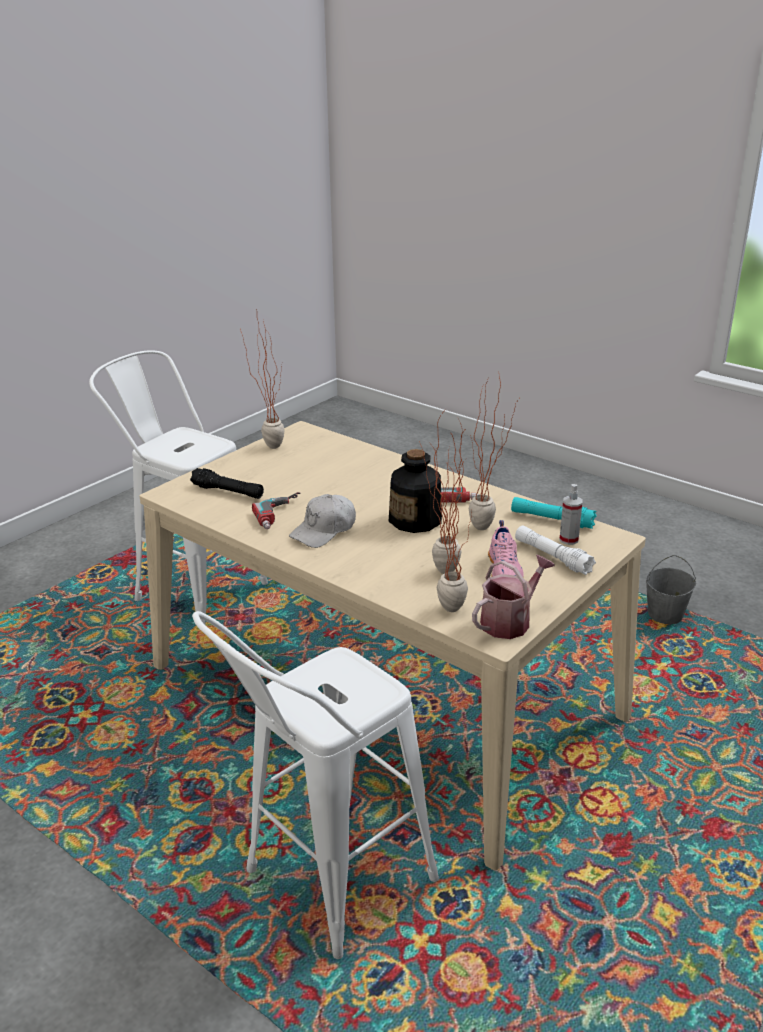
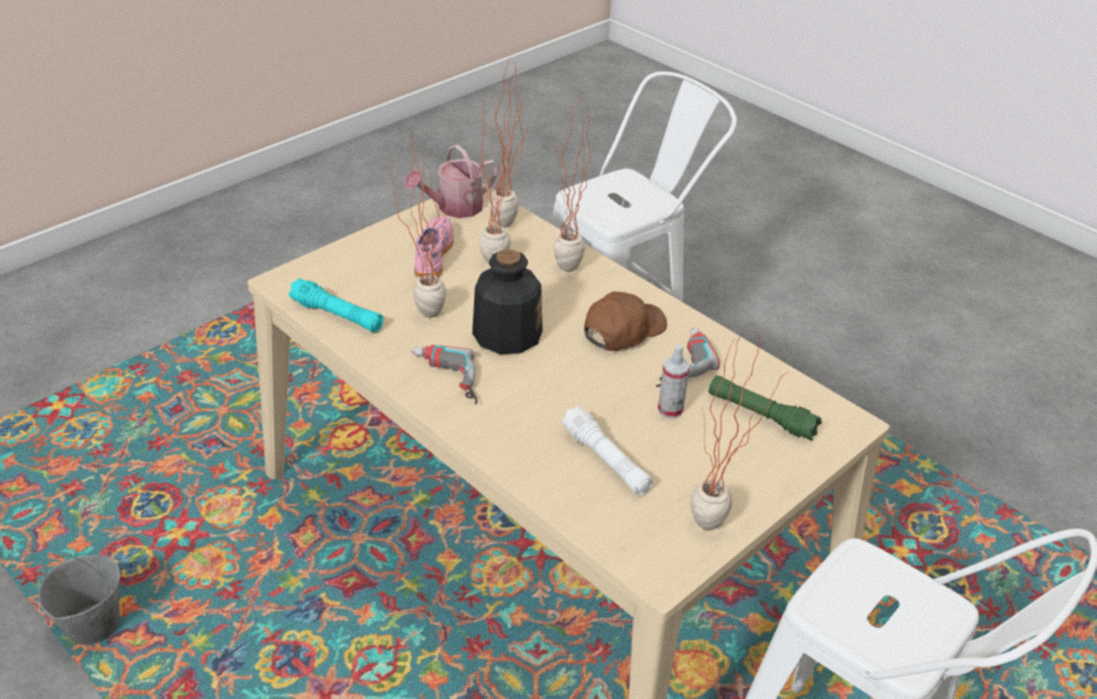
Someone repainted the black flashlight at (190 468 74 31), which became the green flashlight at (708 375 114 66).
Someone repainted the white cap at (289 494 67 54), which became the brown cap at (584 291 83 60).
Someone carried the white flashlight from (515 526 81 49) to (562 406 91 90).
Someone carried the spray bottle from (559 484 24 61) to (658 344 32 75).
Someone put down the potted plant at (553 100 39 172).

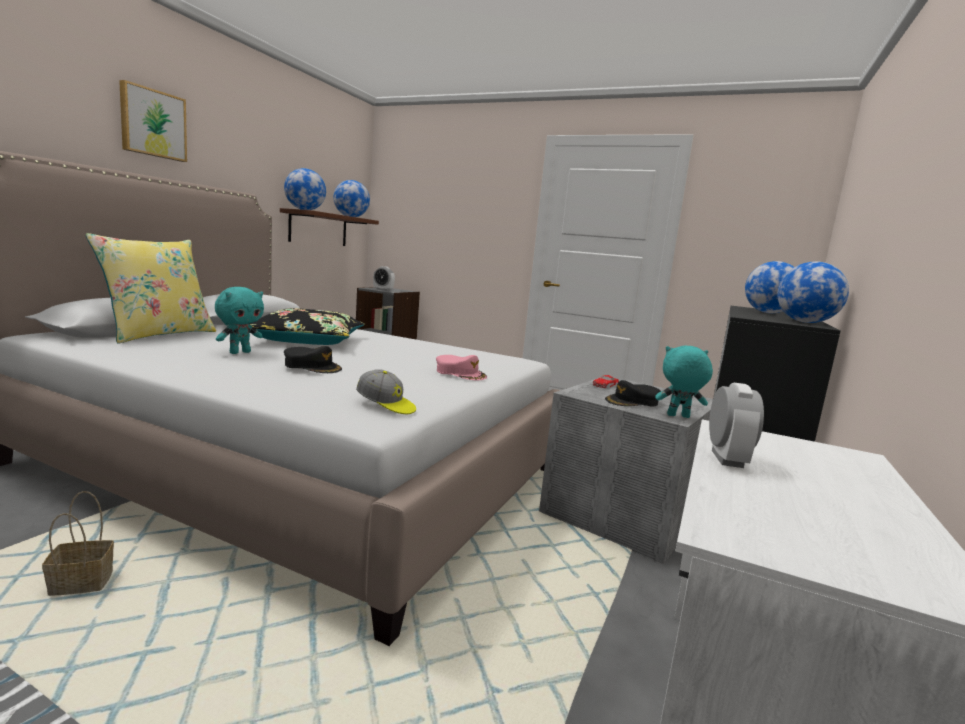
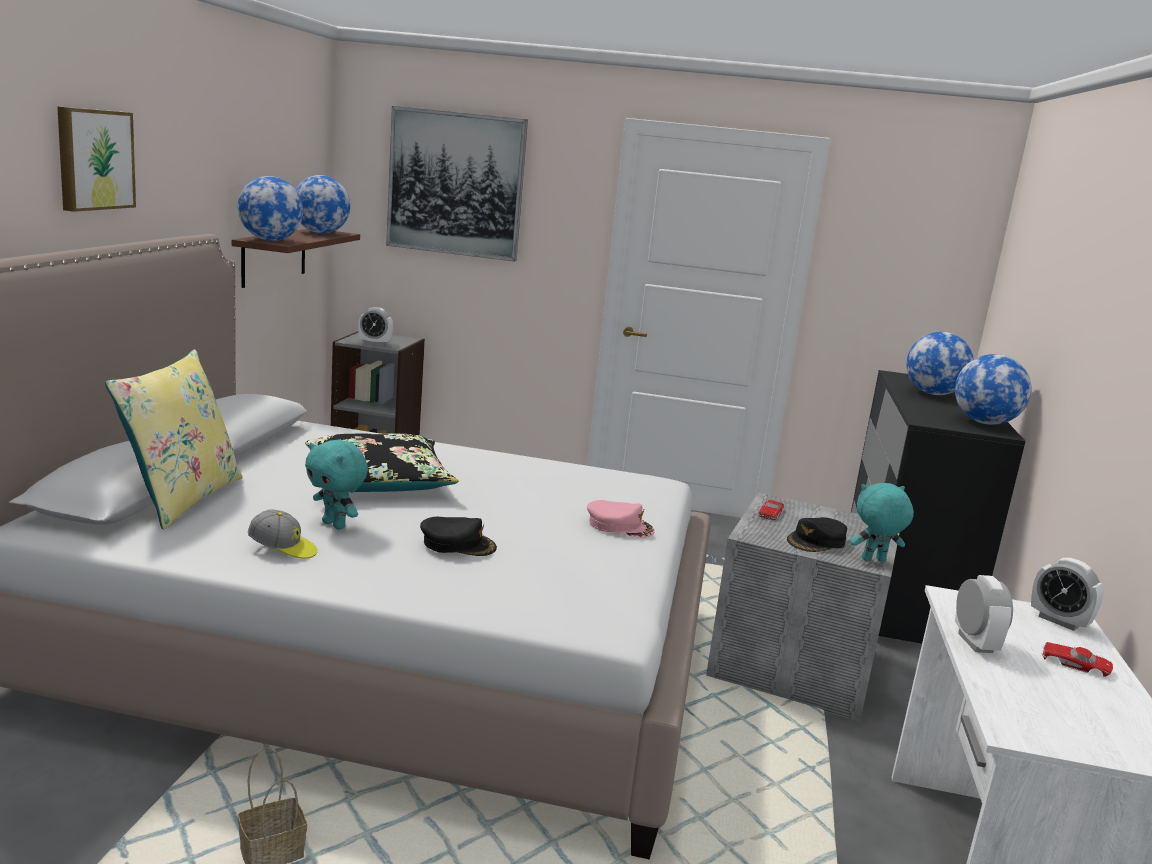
Someone rotated the turquoise plush toy at (215 287 49 67) by 105 degrees clockwise.
Someone carried the cap from (356 369 60 45) to (248 509 70 50).
Someone put up the picture at (386 106 142 156).
Someone put down the alarm clock at (1031 558 73 73).
Someone put down the red toy car at (1042 642 71 35).

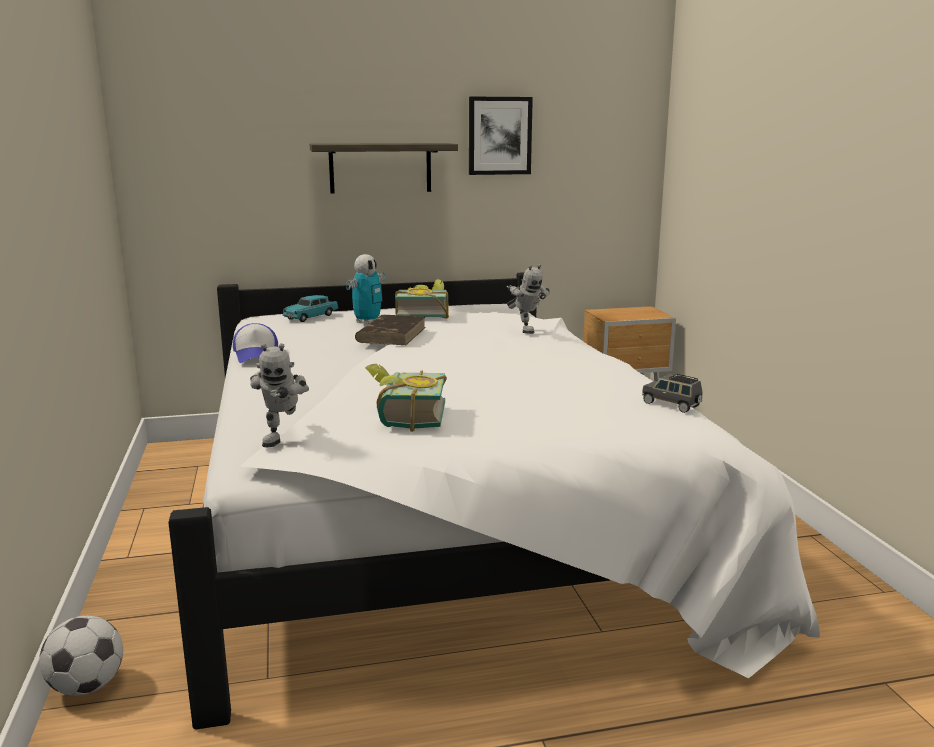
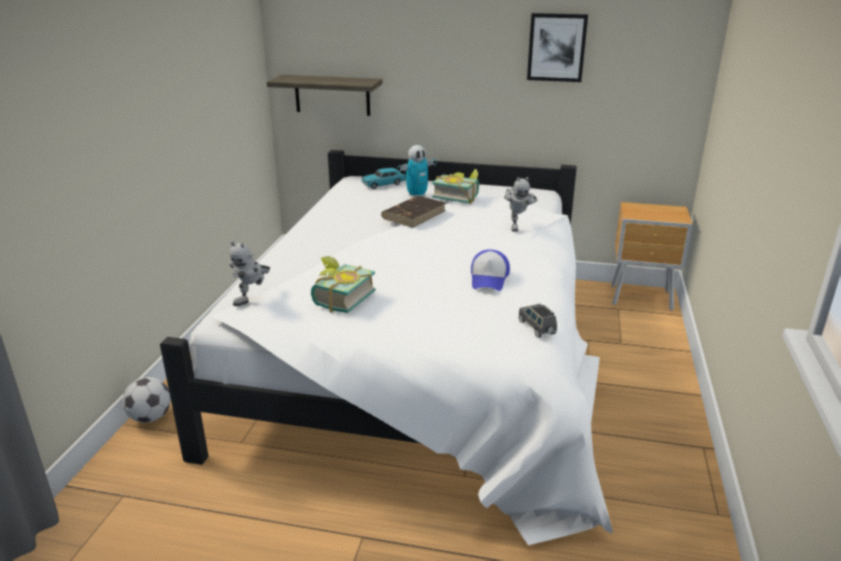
Someone carried the cap from (233 323 45 40) to (471 250 39 41).
Someone carried the shelf from (310 143 148 51) to (267 75 116 41).

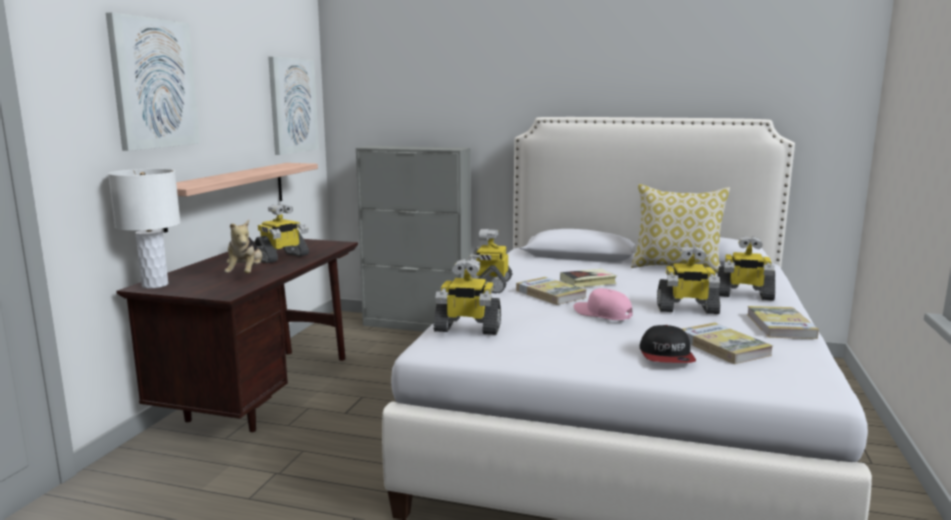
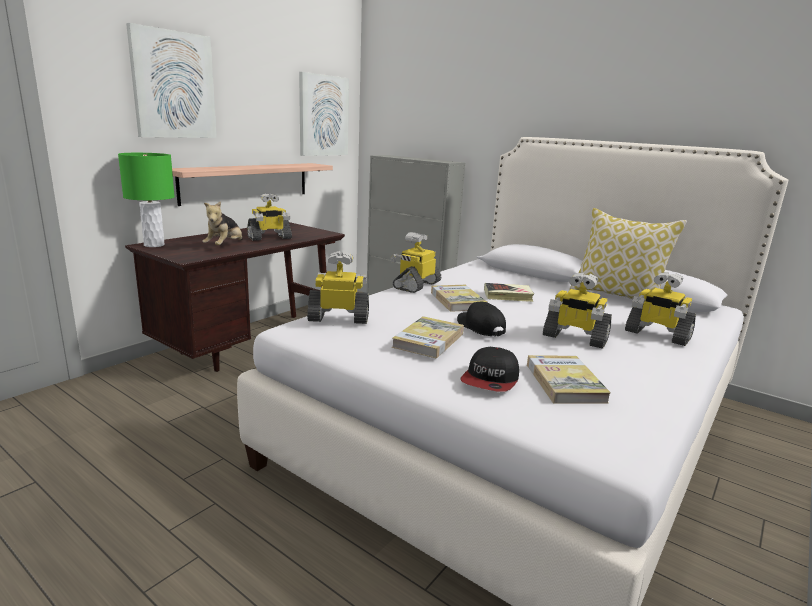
Someone repainted the white table lamp at (108 169 73 119), which became the green table lamp at (118 153 57 94).
Someone rotated the toy robot at (433 259 68 76) by 150 degrees clockwise.
Someone repainted the pink cap at (573 288 59 32), which became the black cap at (457 302 49 34).
Someone carried the book from (747 306 72 33) to (392 316 72 42).

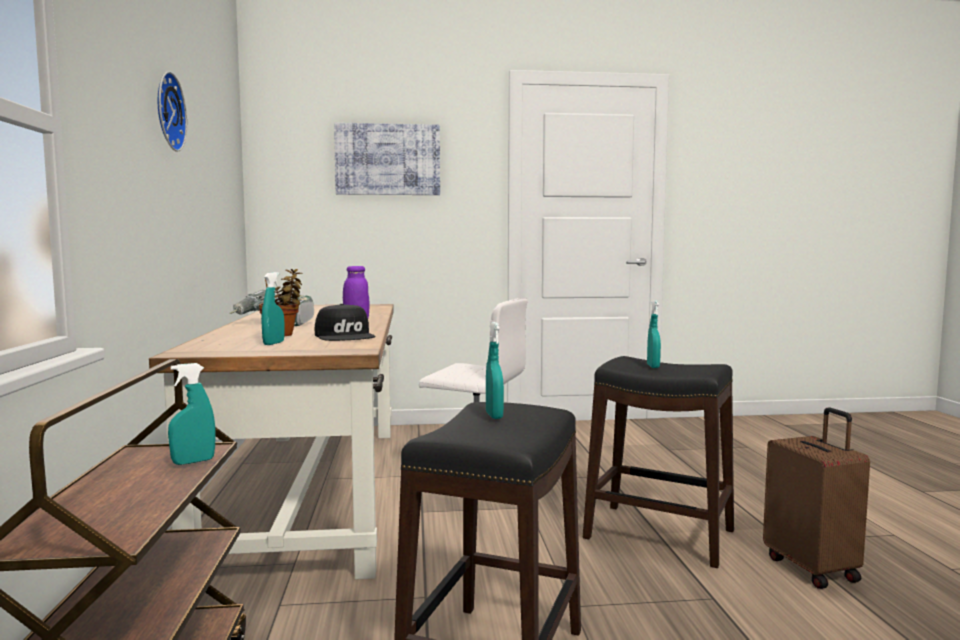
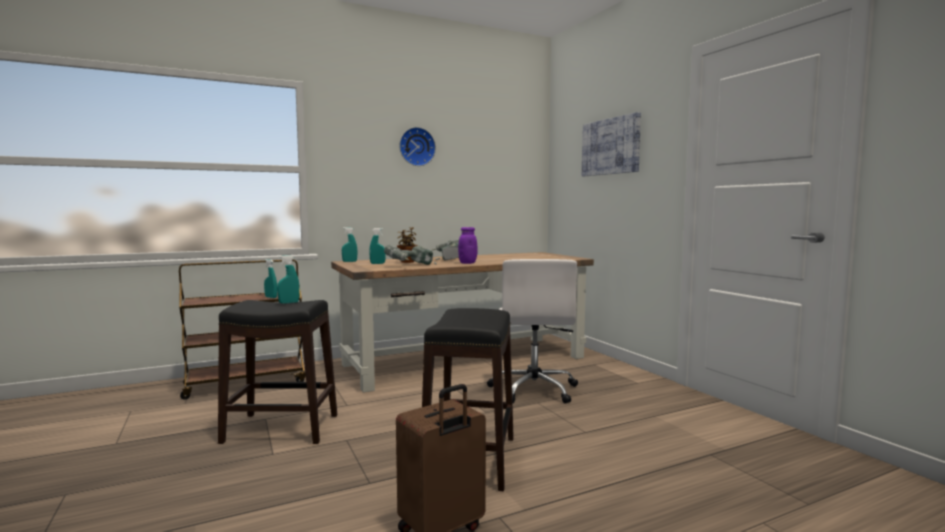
Someone swapped the black cap at (315 304 61 37) for the power drill at (384 245 53 20).
Someone carried the turquoise spray bottle from (647 300 14 68) to (342 227 15 35).

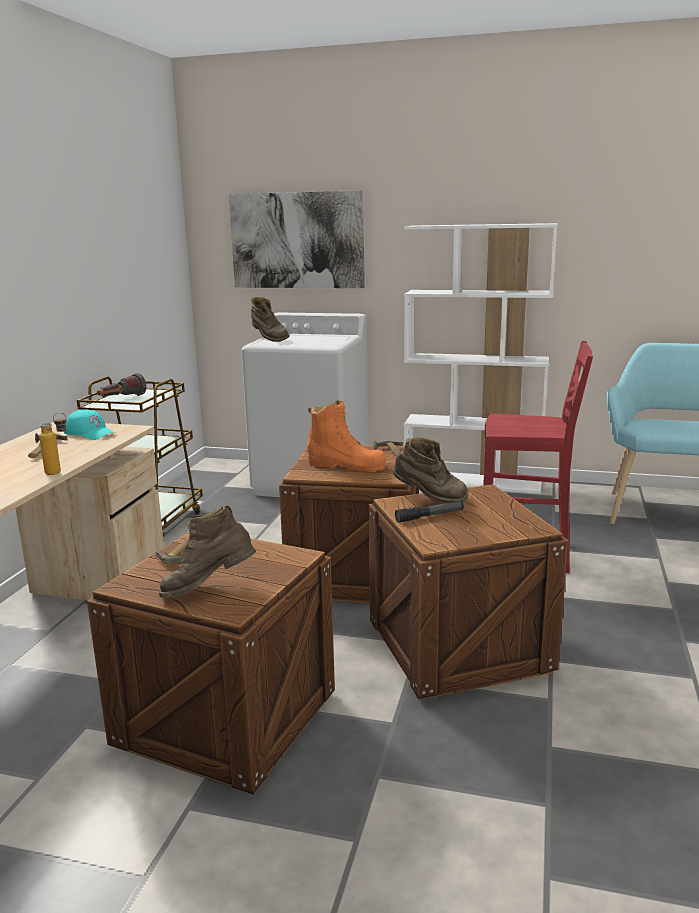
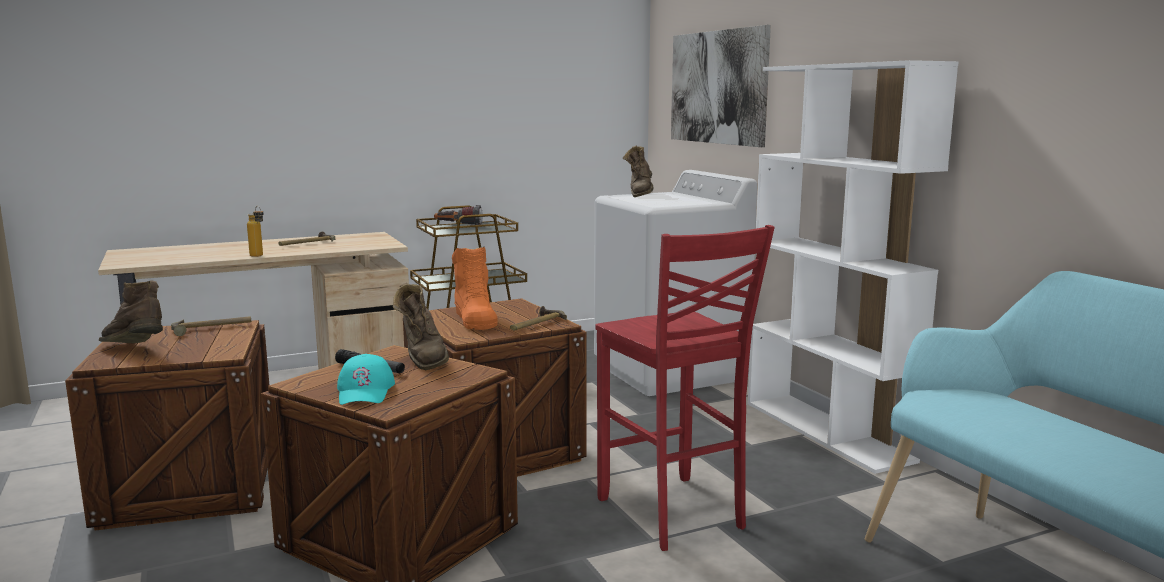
Someone carried the turquoise cap from (63 409 52 31) to (337 354 58 51).

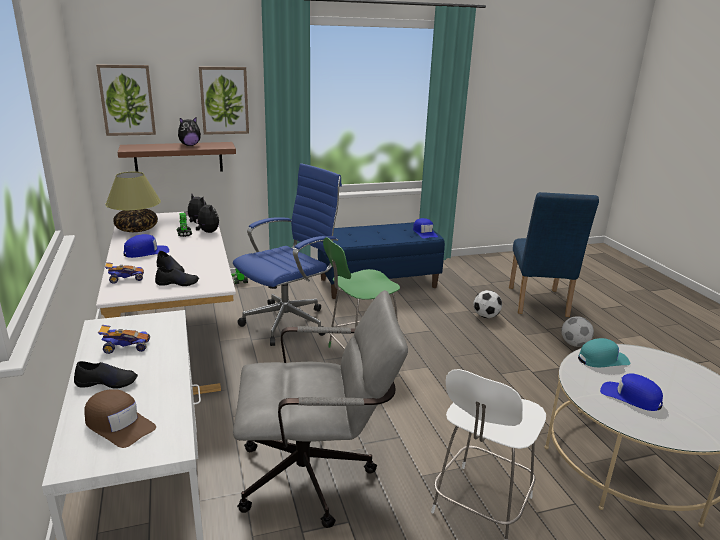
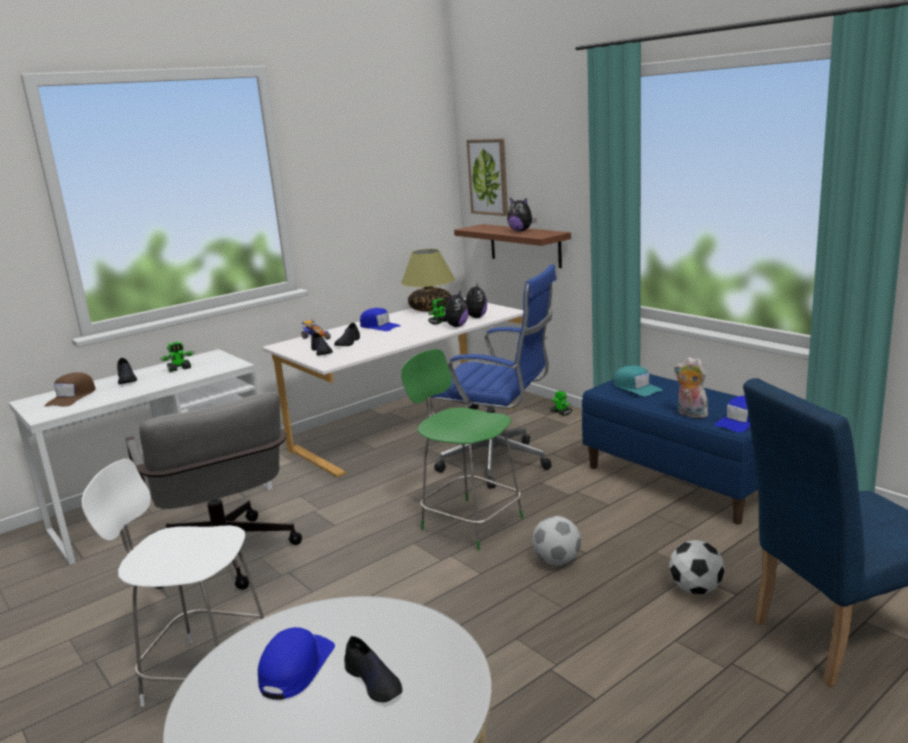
Someone swapped the toy car at (98 325 52 29) for the toy robot at (160 341 35 31).
Someone took away the picture at (199 67 50 68).
Someone carried the football from (561 316 33 31) to (532 516 49 49).
Someone carried the turquoise cap from (578 338 53 29) to (614 366 48 30).
Someone put down the black shoe at (344 636 58 66).
Someone put down the plush toy at (674 357 34 62).

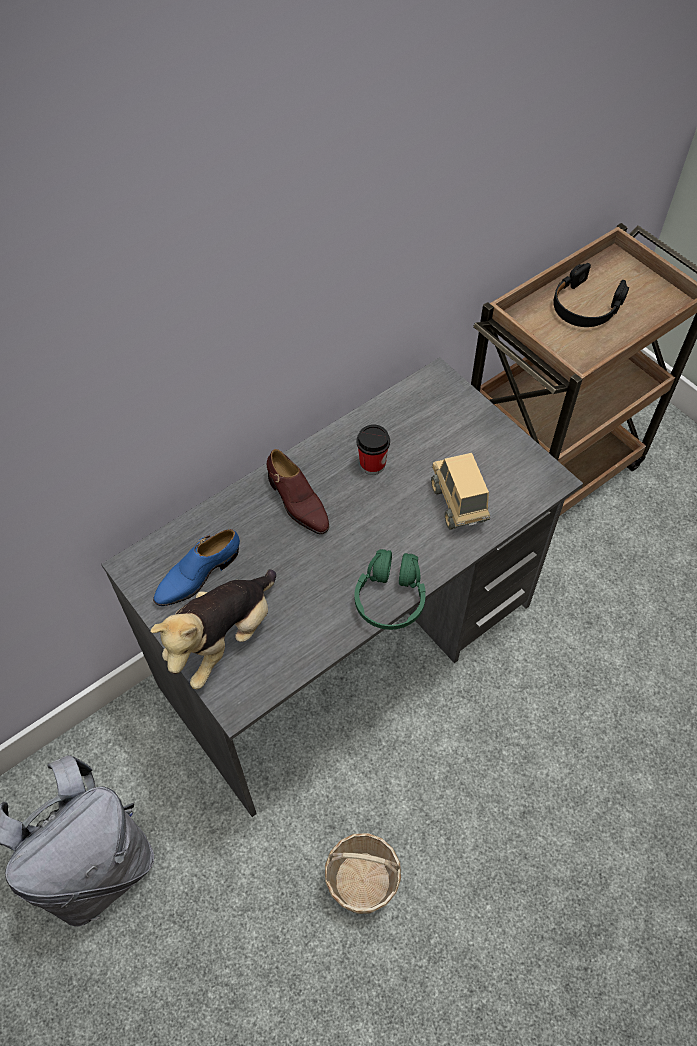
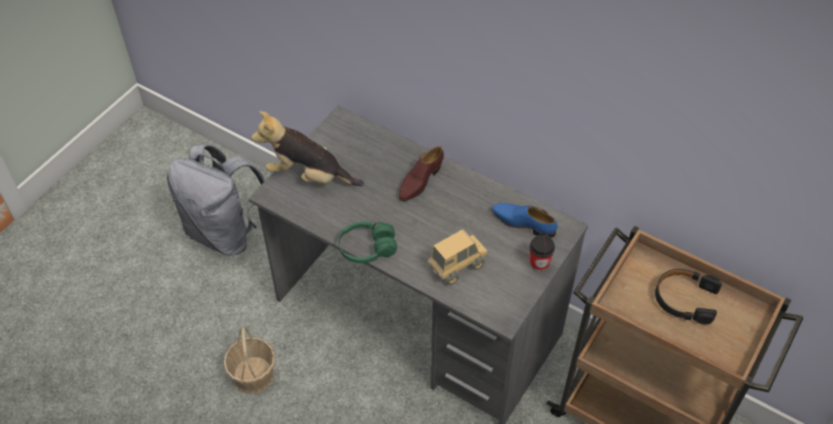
Someone carried the blue shoe from (153 529 87 77) to (492 203 66 35).
Someone carried the cup from (356 424 34 51) to (530 235 25 37).

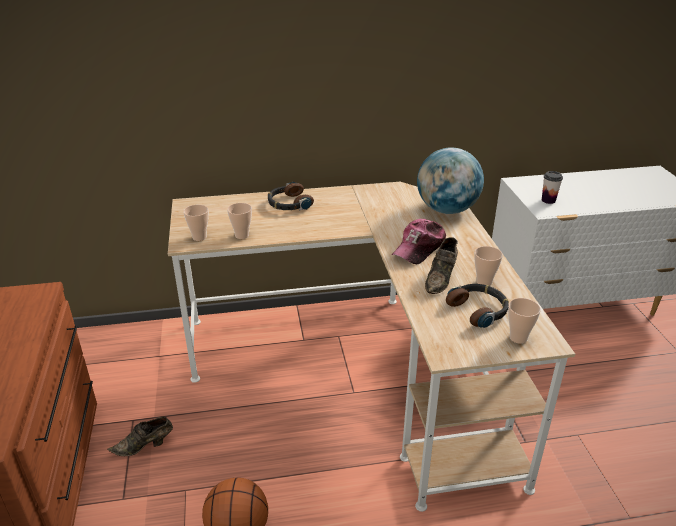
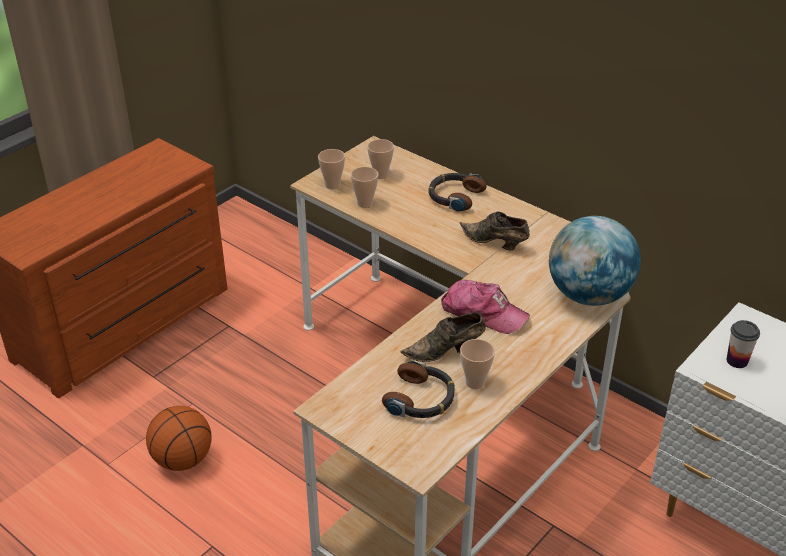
Someone carried the brown shoe from (107 417 66 39) to (460 211 70 39).
Someone rotated the cap at (392 219 54 45) by 150 degrees counterclockwise.
Someone carried the cup from (508 298 33 46) to (367 139 27 40).

